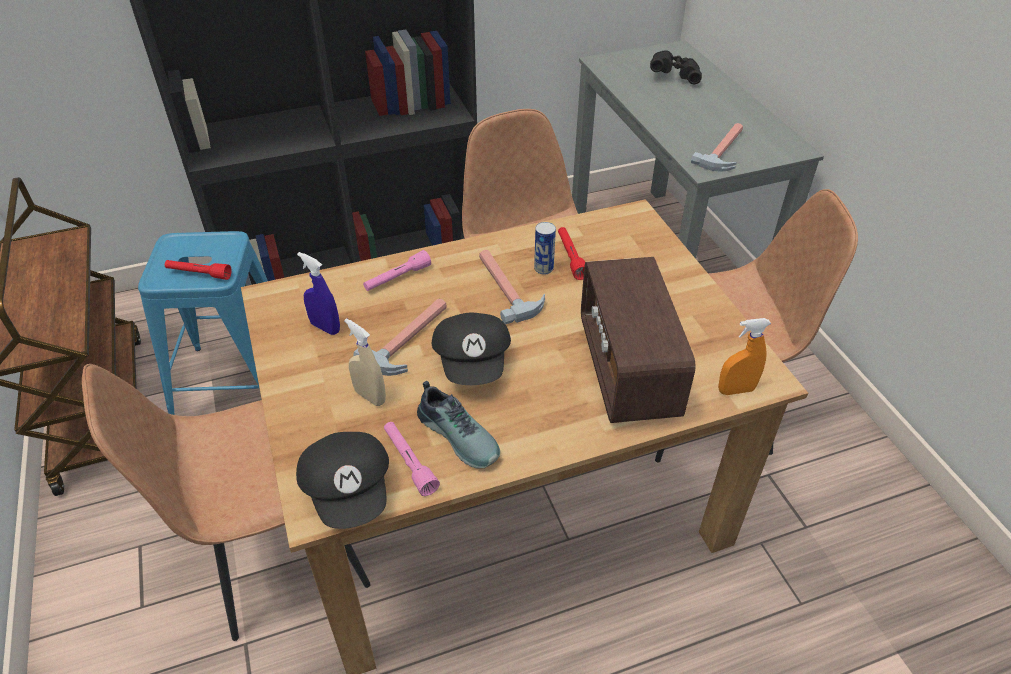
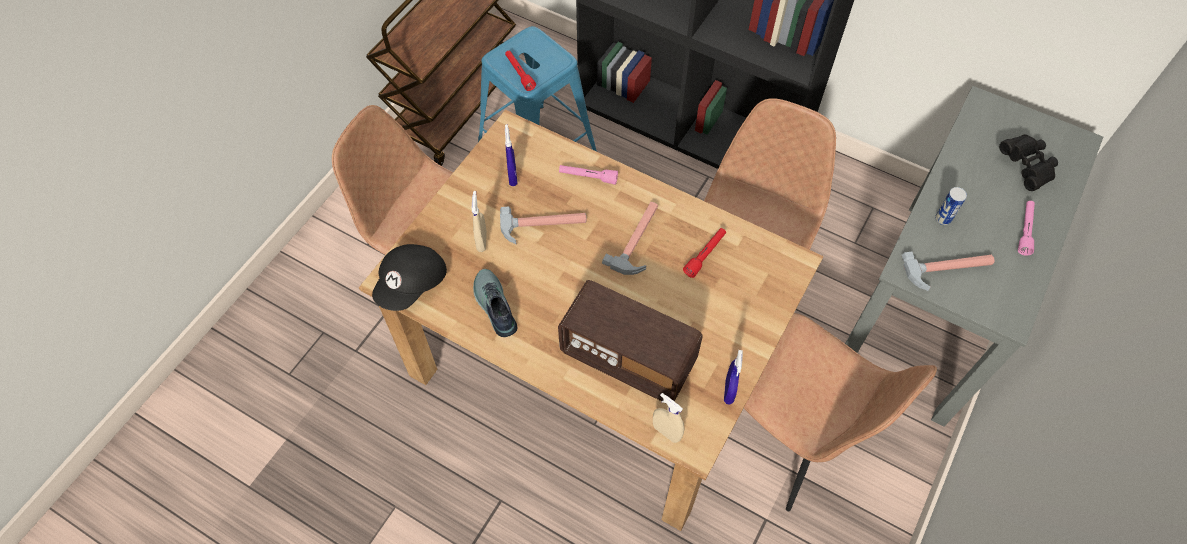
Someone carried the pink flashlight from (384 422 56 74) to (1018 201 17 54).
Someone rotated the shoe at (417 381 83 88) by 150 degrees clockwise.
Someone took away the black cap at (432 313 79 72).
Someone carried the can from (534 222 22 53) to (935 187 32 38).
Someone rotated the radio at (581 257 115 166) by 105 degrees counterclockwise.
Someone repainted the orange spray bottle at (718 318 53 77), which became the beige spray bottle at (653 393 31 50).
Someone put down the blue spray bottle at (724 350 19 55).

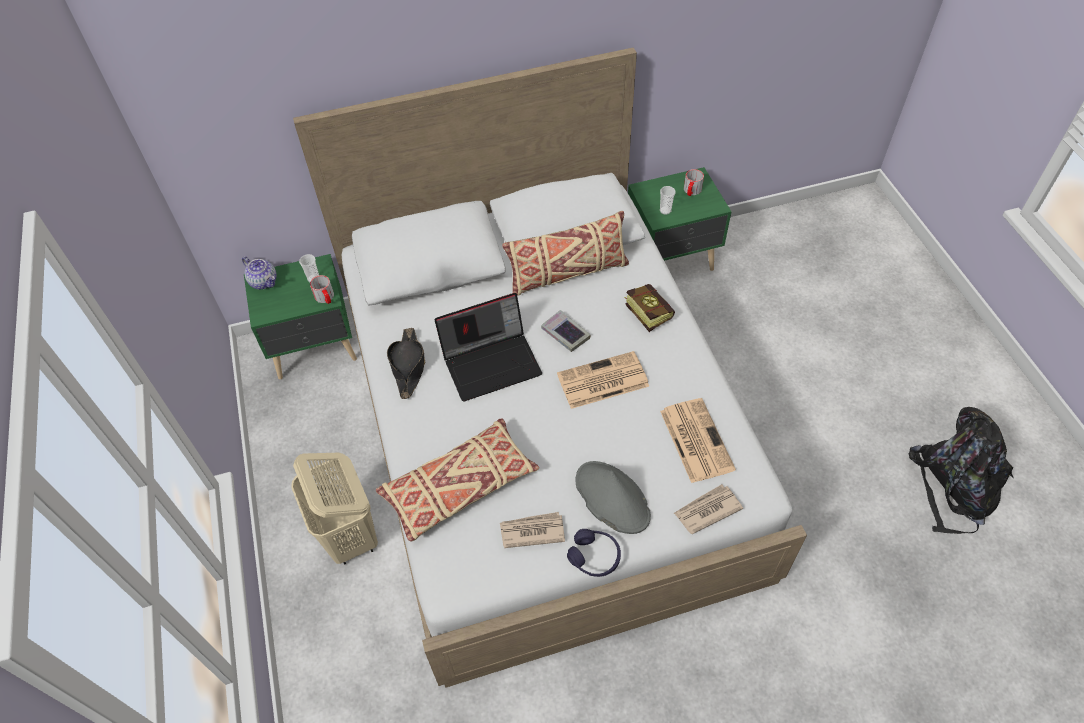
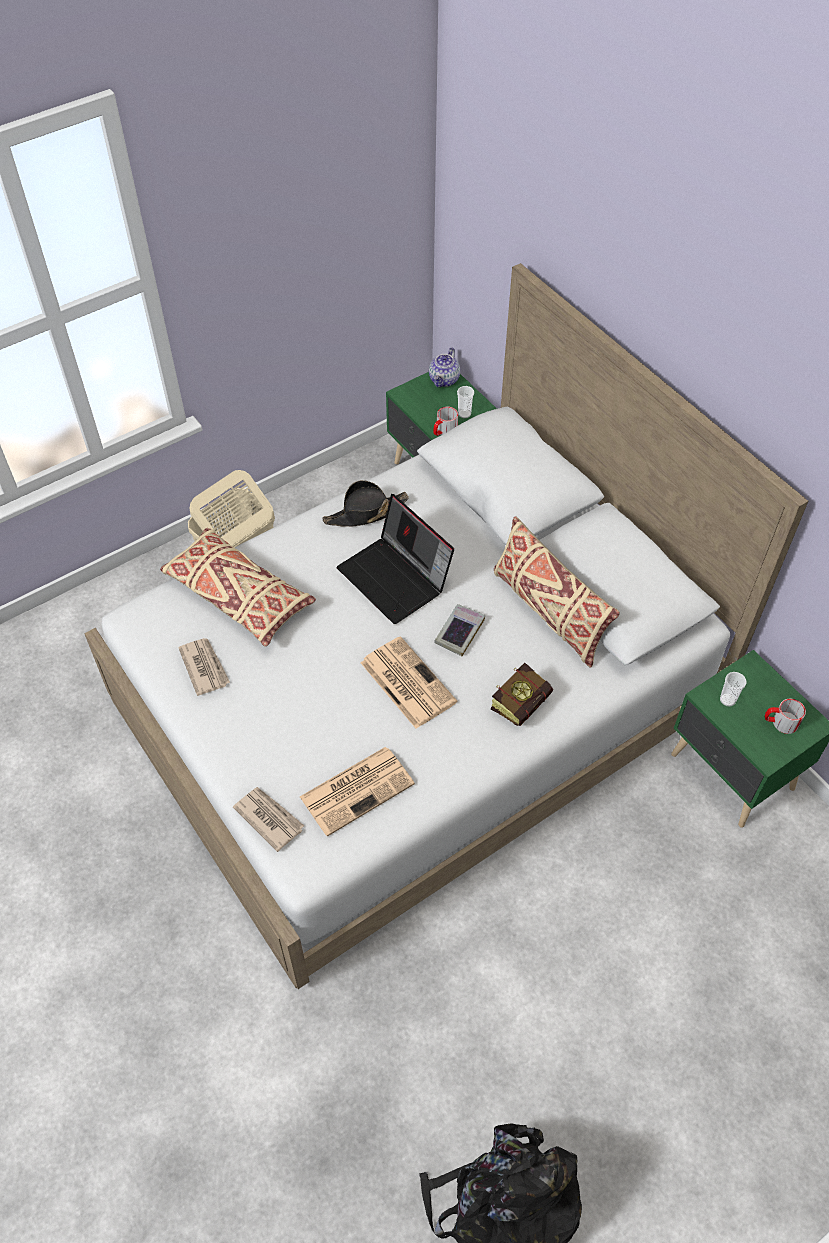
Someone took away the purple headphones at (567 529 54 48).
Someone took away the grey hat at (576 461 75 73).

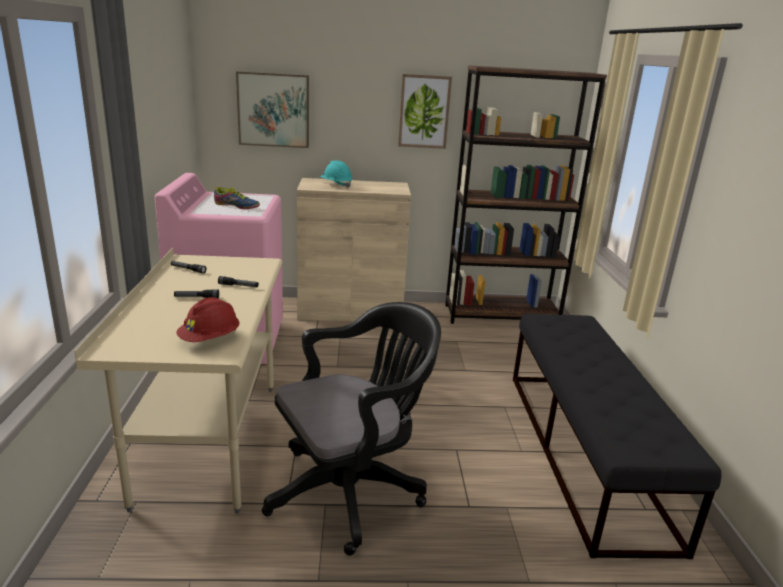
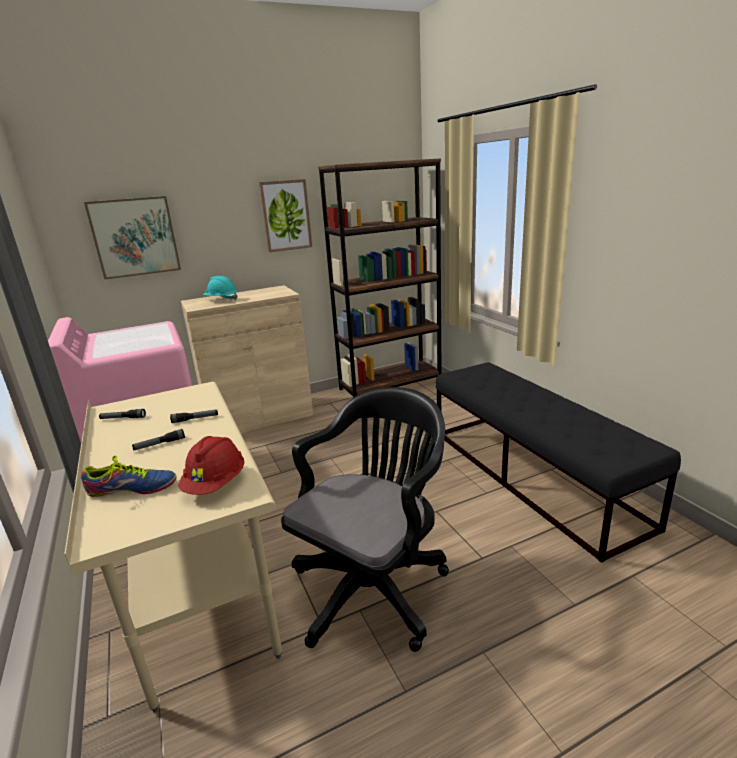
Someone carried the shoe from (214 186 46 23) to (81 456 96 41).

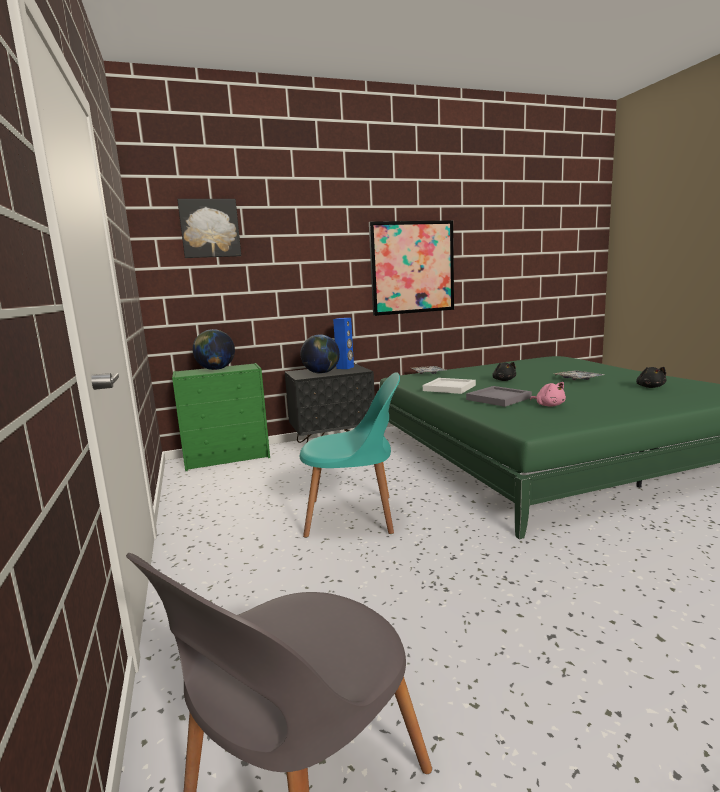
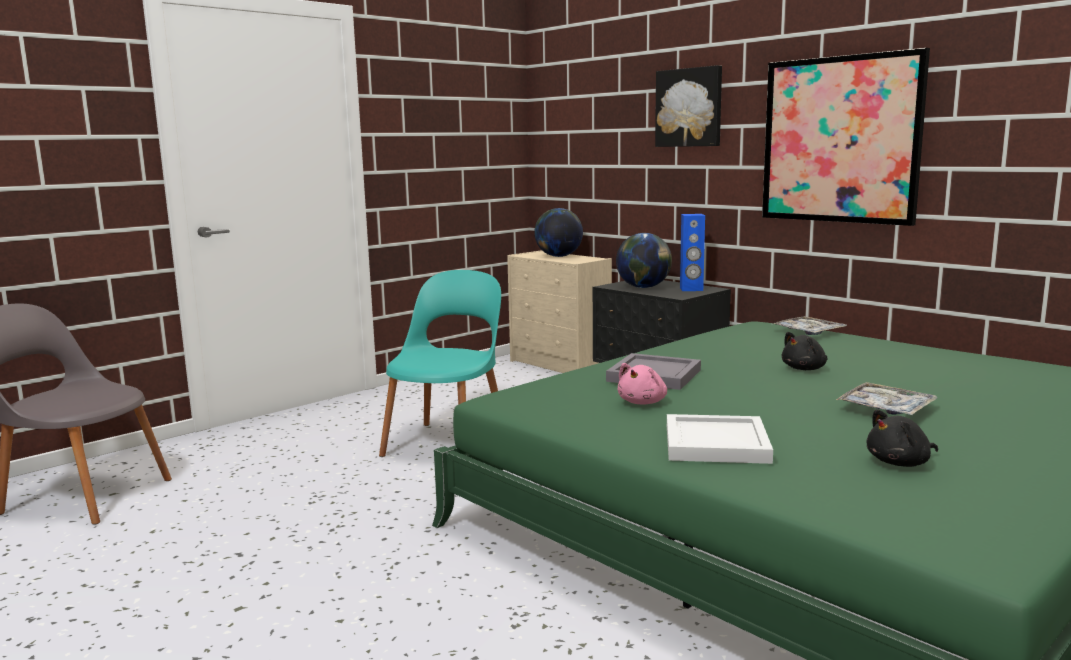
Someone repainted the green dresser at (172 363 98 108), which became the beige dresser at (507 250 105 123).
Someone carried the picture from (177 199 64 59) to (655 65 67 82).
Someone rotated the turquoise chair at (300 372 100 166) by 135 degrees counterclockwise.
Someone carried the white tray from (423 378 53 16) to (667 414 106 50).

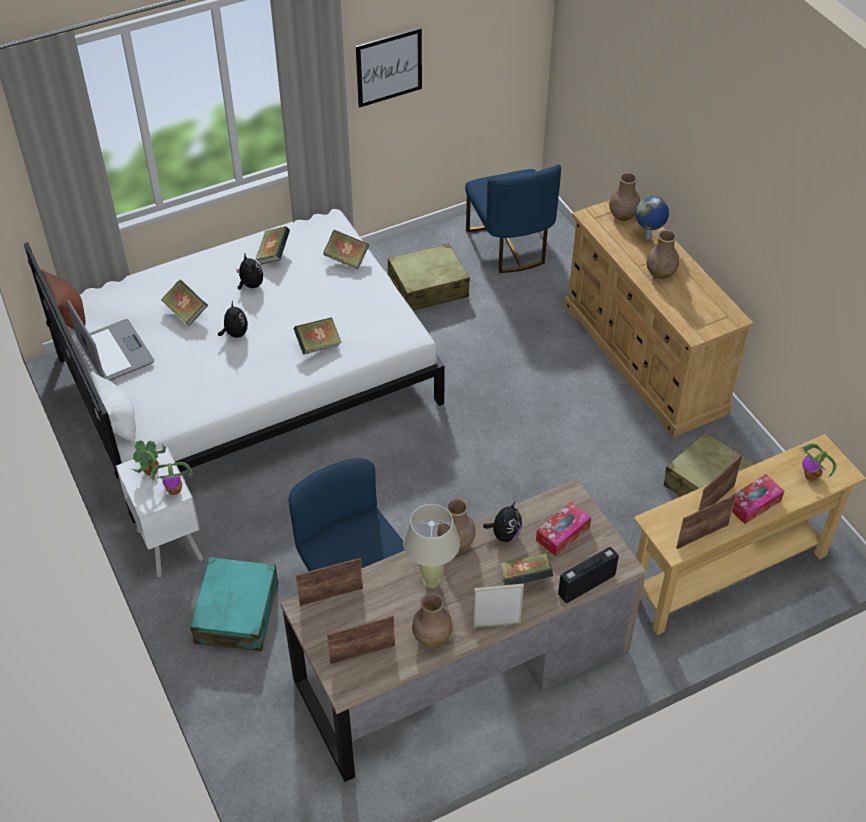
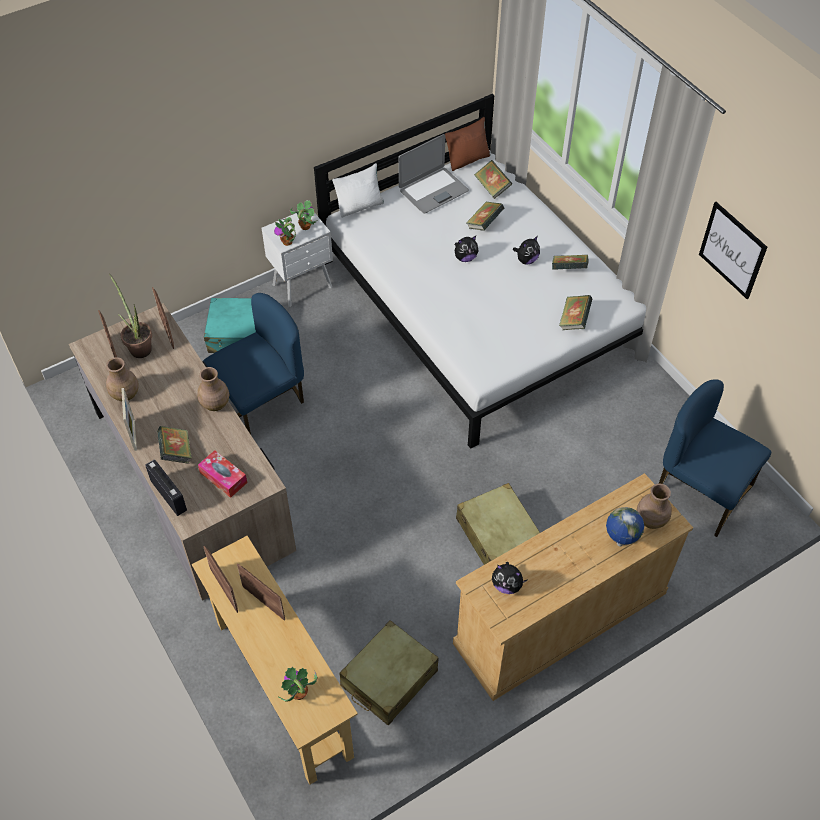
Someone carried the book from (294 317 48 38) to (474 160 38 39).
Someone carried the beige suitcase from (388 244 82 67) to (456 483 84 82).
Someone took away the beige table lamp at (403 504 57 84).
Someone rotated the blue chair at (465 164 96 109) by 60 degrees clockwise.
Someone carried the plush toy from (483 502 39 40) to (492 562 36 32).
Someone took away the brown vase at (646 230 33 49).
Someone took away the tissue box at (731 474 53 50).
Someone put down the potted plant at (109 273 43 85).

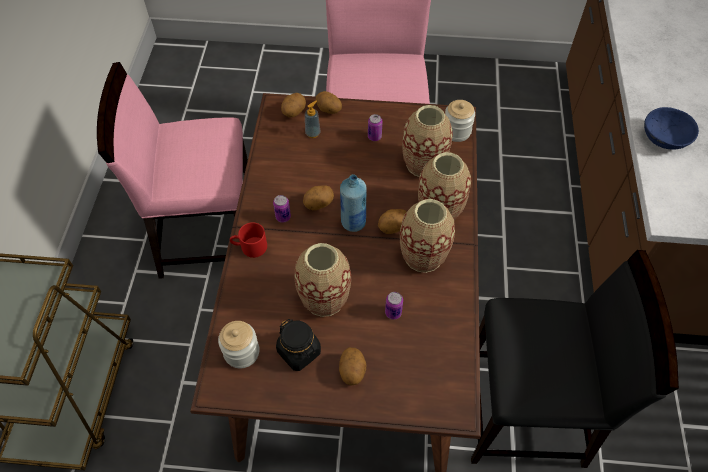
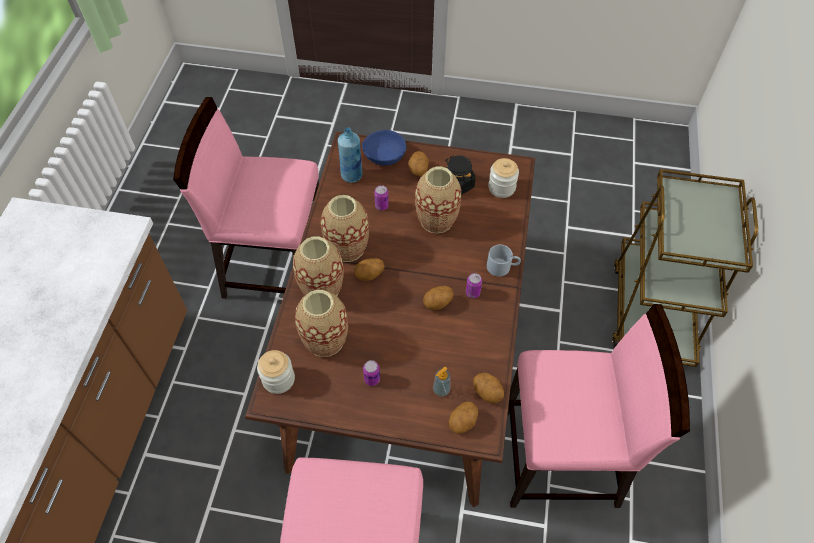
Someone repainted the red mug at (230 222 37 36), which became the grey mug at (487 245 34 32).
Someone carried the potato from (316 91 26 23) to (473 373 31 30).
Someone carried the blue bottle from (340 174 27 58) to (338 128 24 55).
Someone repainted the black chair at (471 250 208 218), which became the pink chair at (173 97 146 202).
Someone carried the blue bowl from (644 107 55 43) to (362 130 44 35).

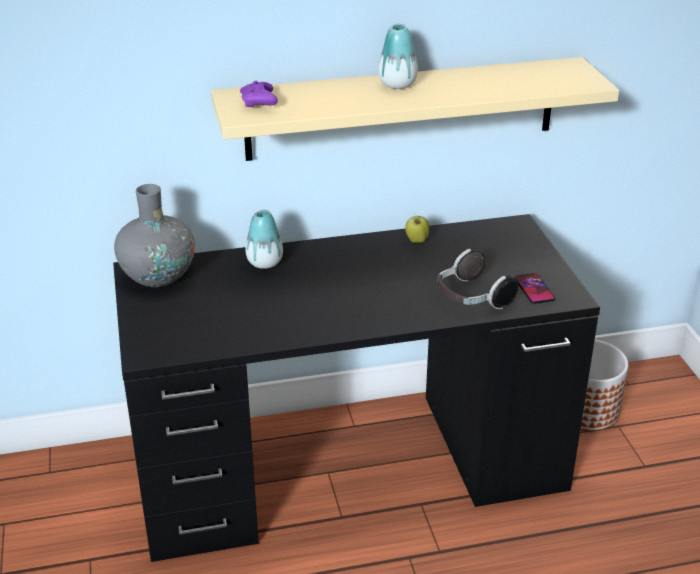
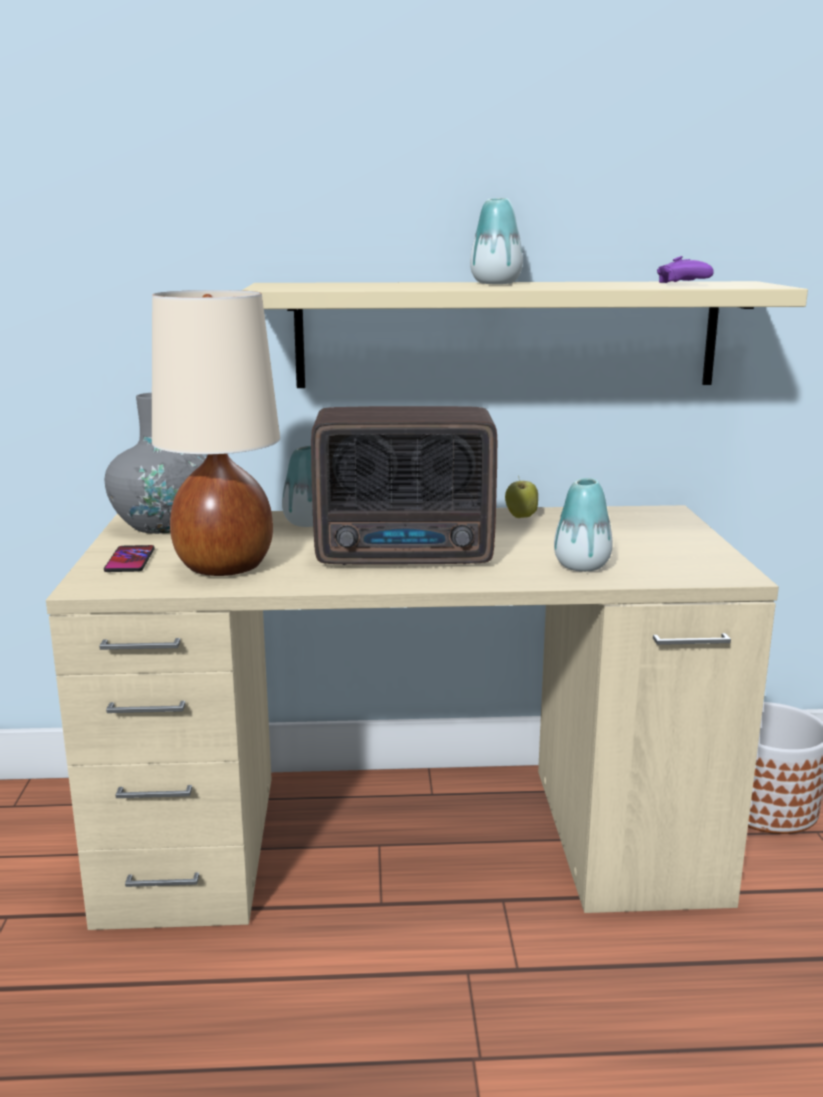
Someone repainted the black desk at (113 214 487 348), which became the beige desk at (46 505 733 425).
Someone carried the purple game controller from (240 81 38 26) to (657 256 57 27).
Someone swapped the headphones at (438 249 80 60) for the vase at (554 478 59 94).
Someone carried the phone from (514 273 41 31) to (104 545 51 27).
Someone put down the beige table lamp at (152 290 128 286).
Someone put down the radio at (311 406 186 159).

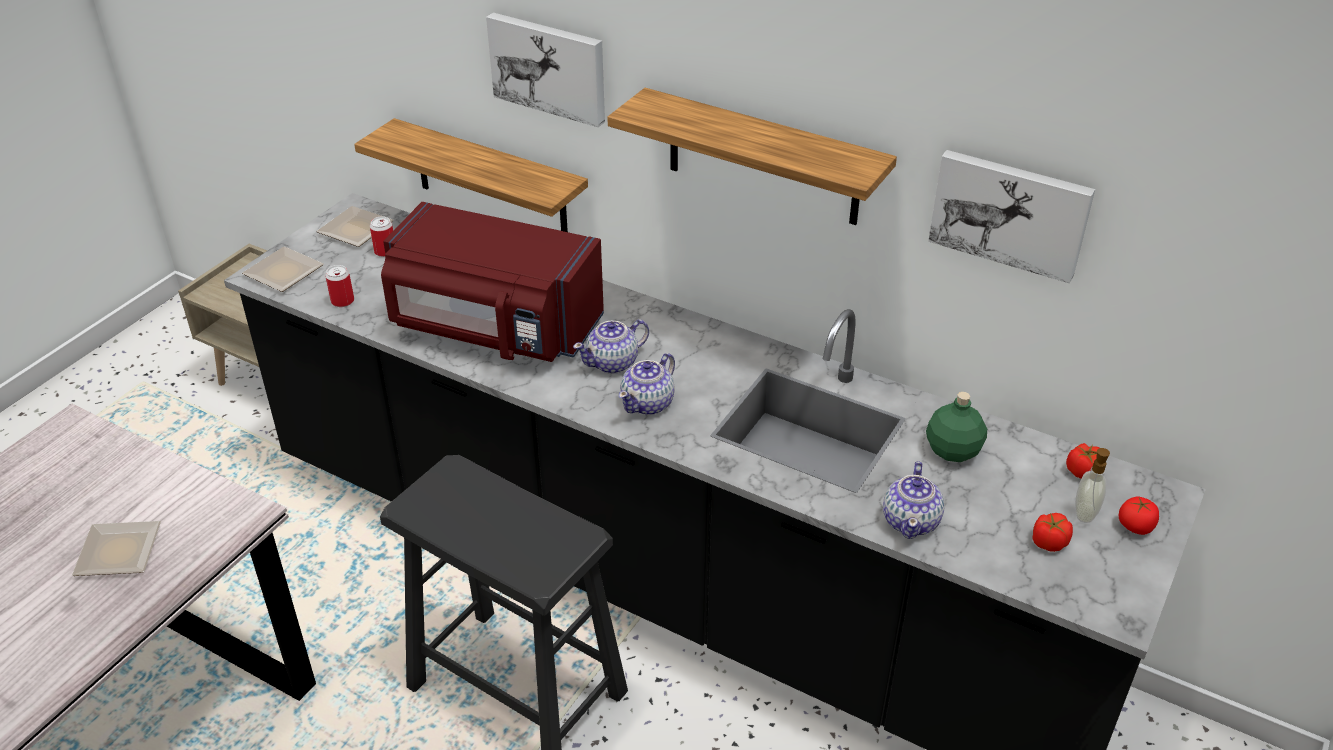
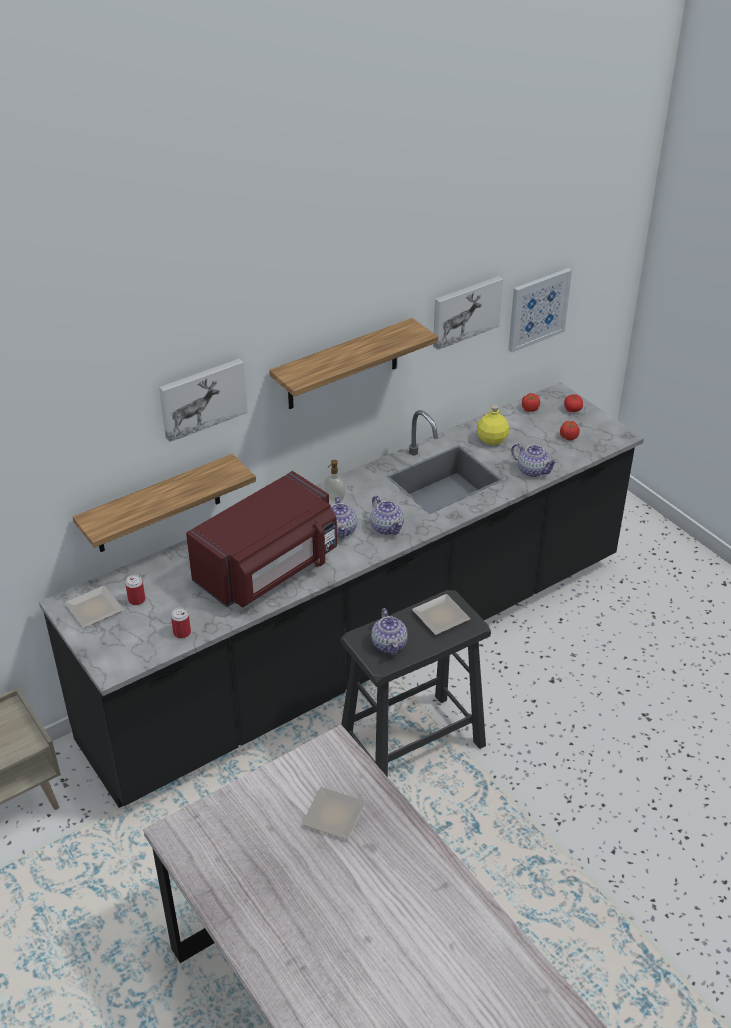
Someone carried the plate from (242 246 82 46) to (412 594 59 41).
Someone repainted the green bottle at (926 392 61 70), which became the yellow bottle at (477 405 32 40).
Someone carried the soap dispenser from (1075 448 35 75) to (324 460 21 42).
Someone put down the teapot at (372 608 36 47).
Someone put up the picture at (508 268 64 85).

